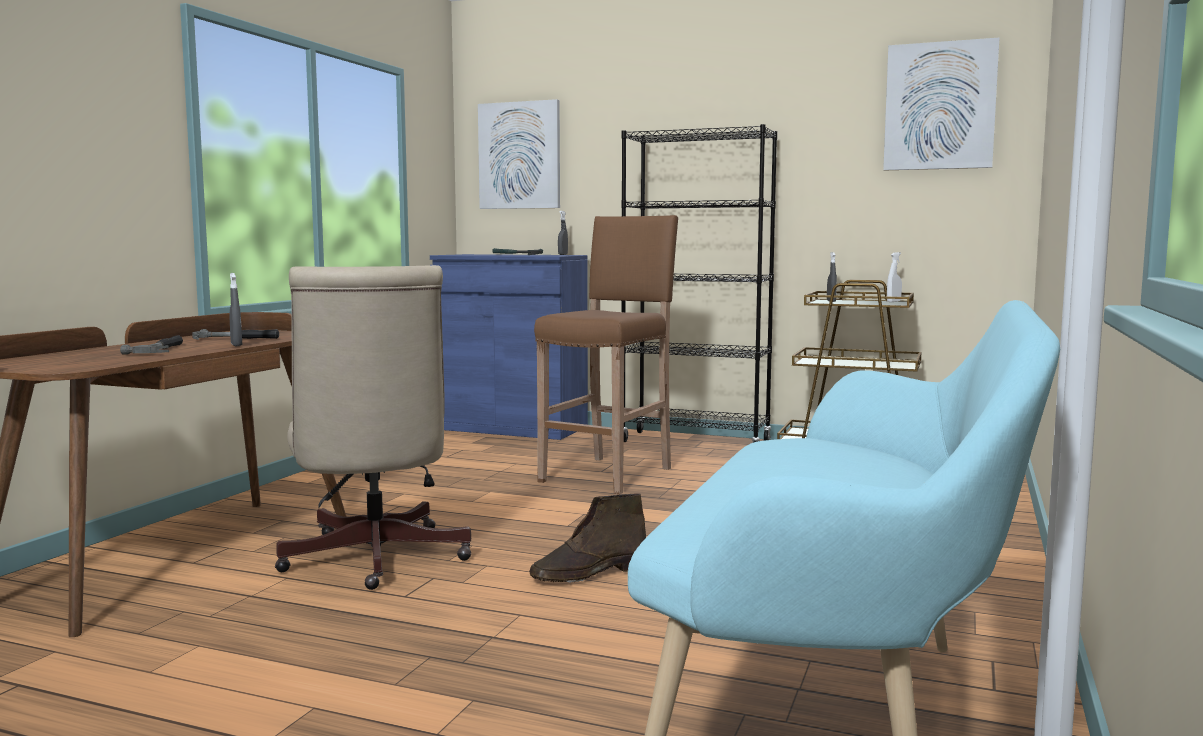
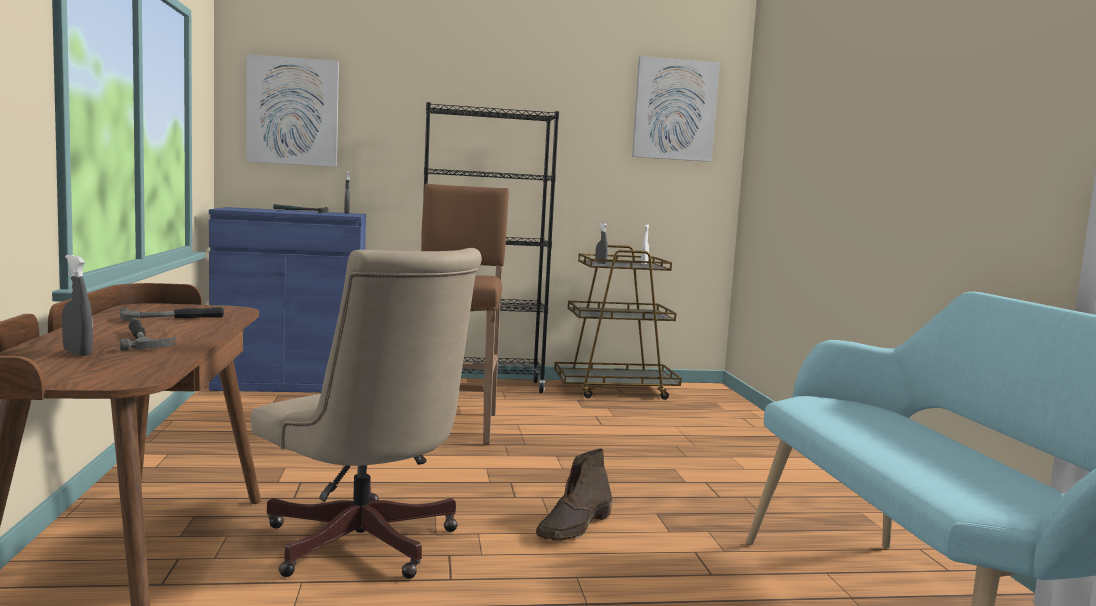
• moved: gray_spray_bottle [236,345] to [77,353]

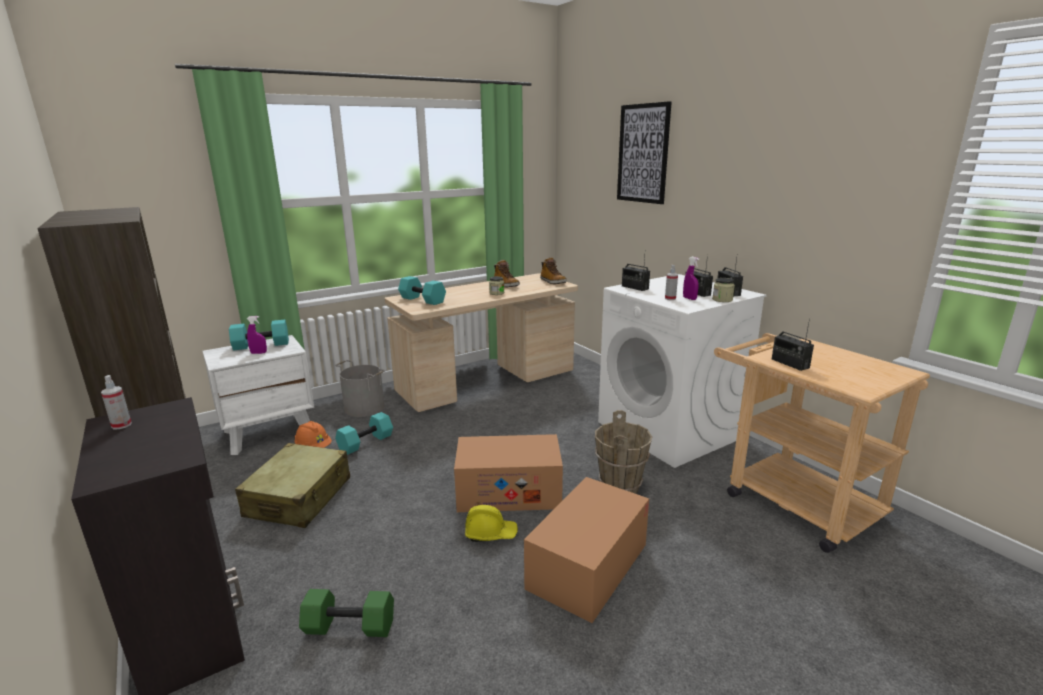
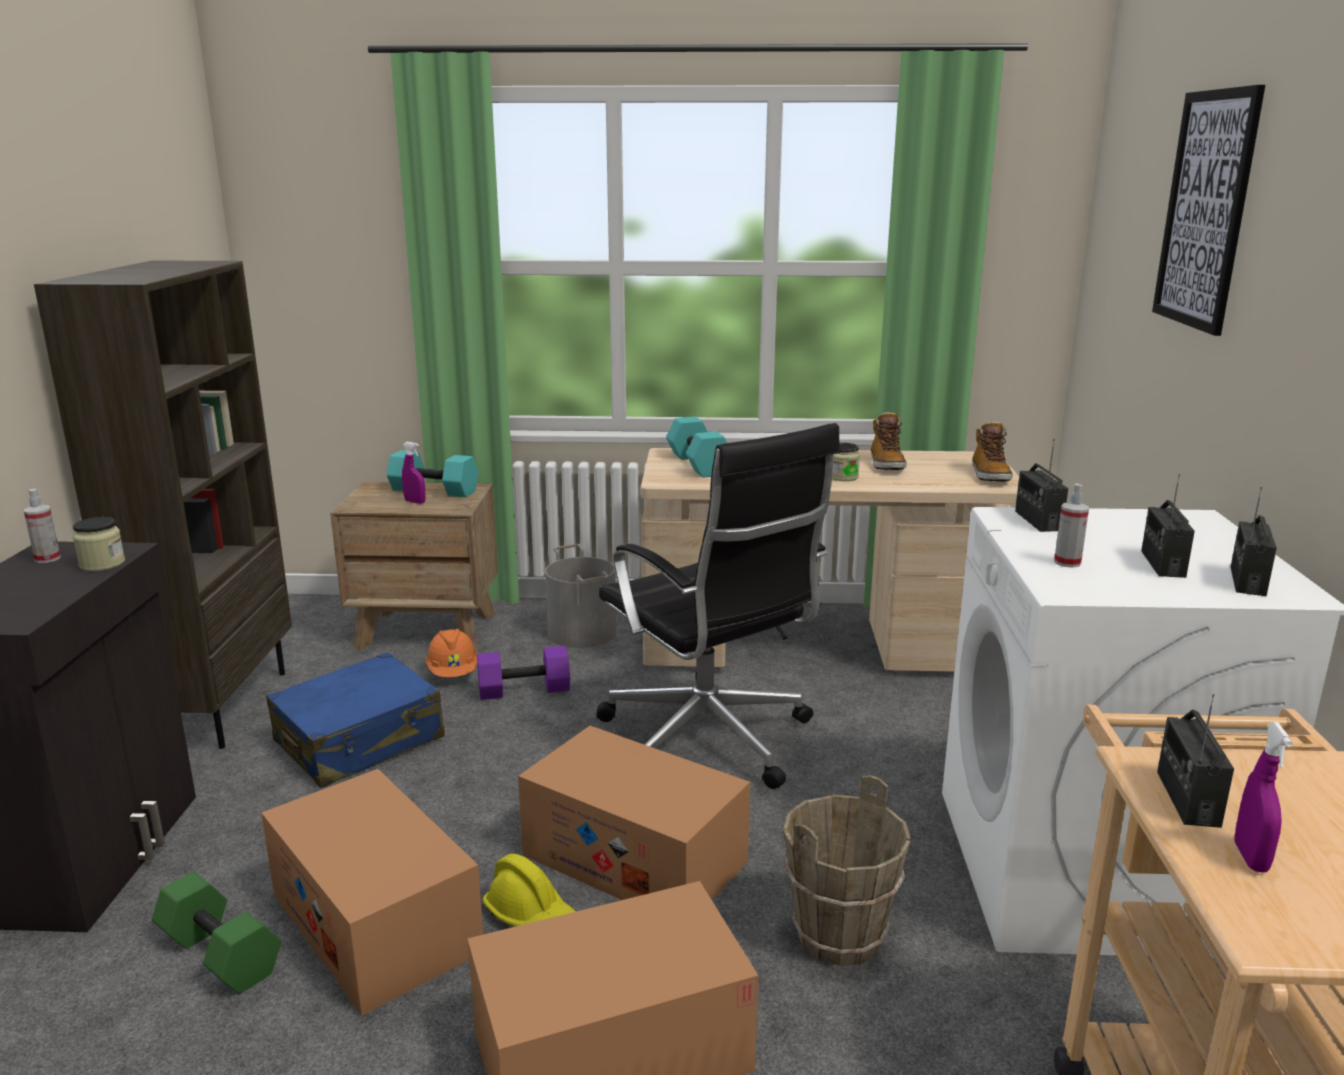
• moved: storage_jar [722,299] to [102,564]
• added: carton [375,922]
• recoloured: sand-coloured_travel_case [299,497] to blue_travel_case [360,741]
• recoloured: white_nightstand [269,432] to brownish_nightstand [427,630]
• recoloured: turquoise-coloured_dumbbell [366,443] to purple-coloured_dumbbell [523,691]
• added: black-coloured_office_chair [709,741]
• moved: purple-coloured_spray_bottle [689,298] to [1250,858]

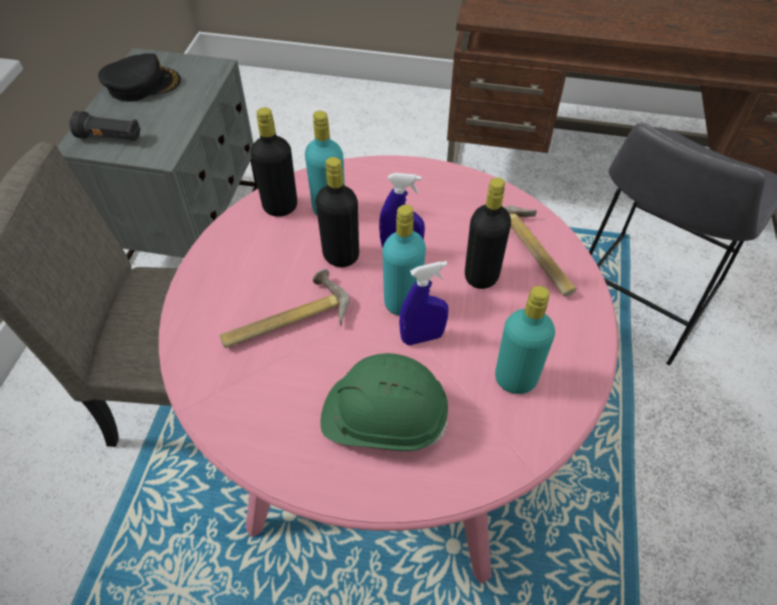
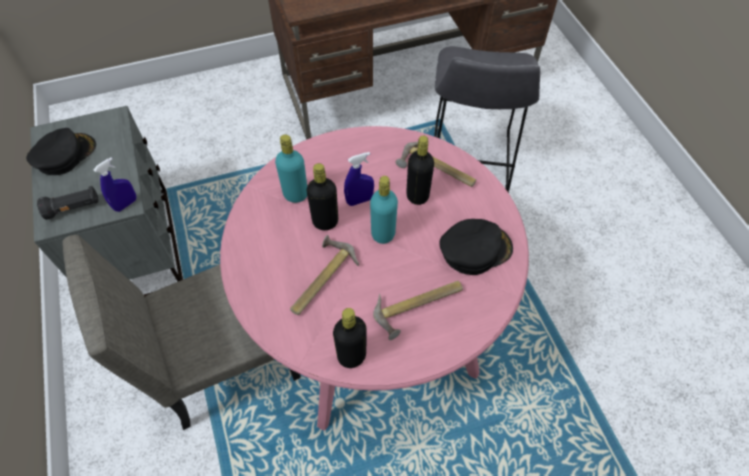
• moved: blue_spray_bottle [422,337] to [126,204]
• moved: black-coloured_beverage_bottle [280,207] to [351,355]
• replaced: greenish_hard_hat [383,417] to hand_hammer [419,307]
• replaced: turquoise-coloured_beverage_bottle [515,379] to black-coloured_baseball_cap [475,249]

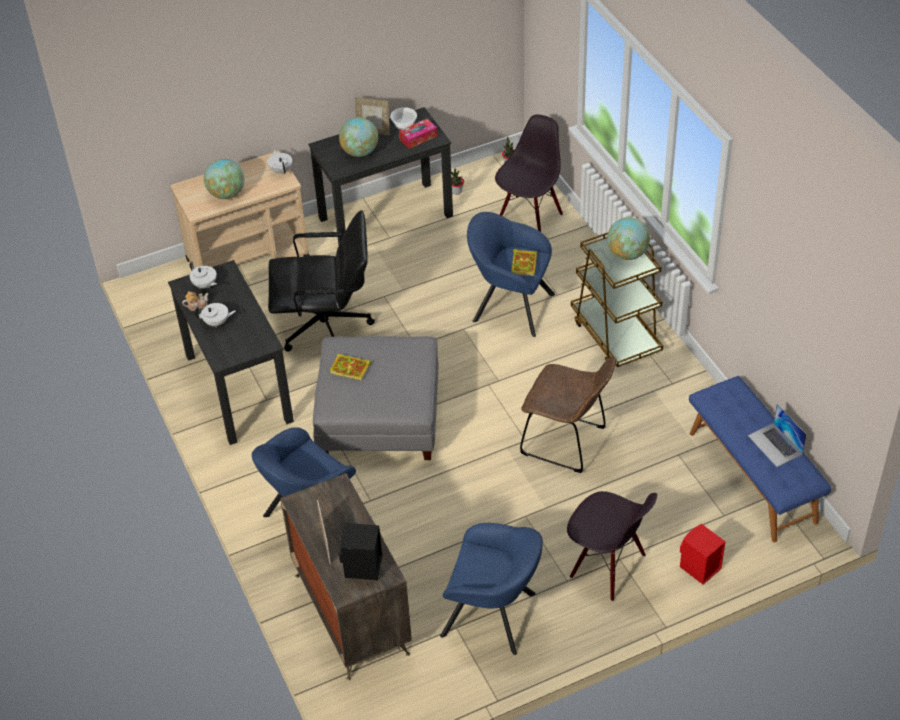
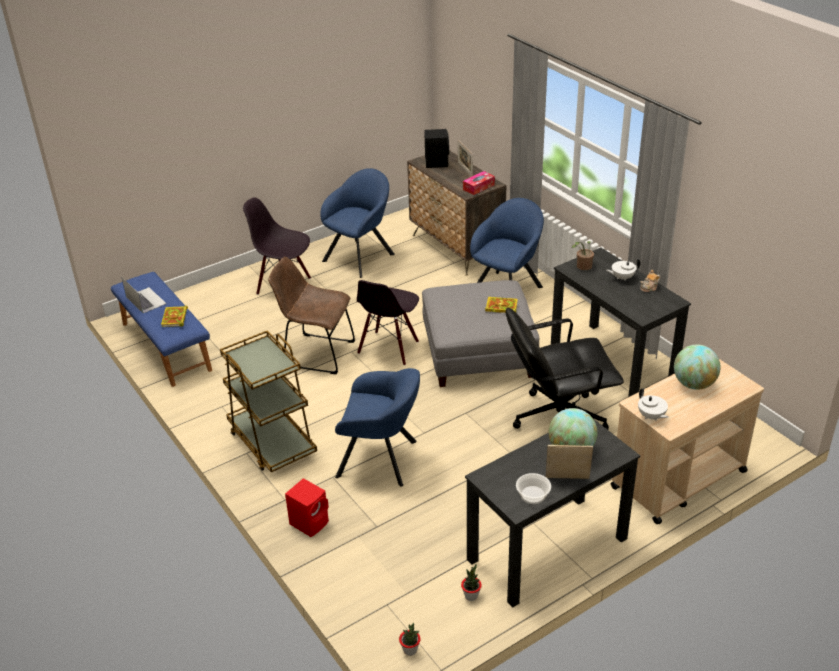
• moved: volume [523,264] to [175,318]
• moved: red_speaker [699,568] to [310,522]
• turned: blue_lounge_chair [494,616] = [361,256] 120 degrees clockwise
• moved: black-coloured_plain_chair [529,216] to [389,348]
• moved: tissue_holder [418,138] to [478,187]
• added: houseplant [582,267]
• removed: white_teapot [205,285]
• removed: world_globe [627,254]

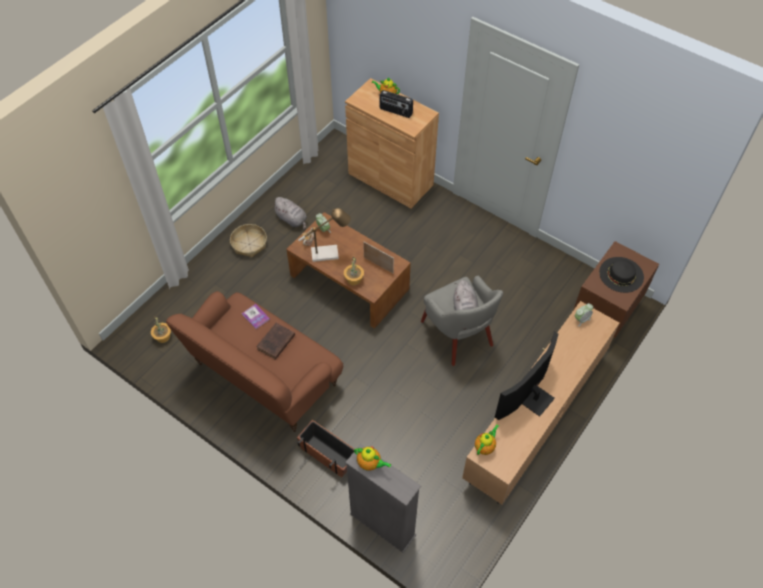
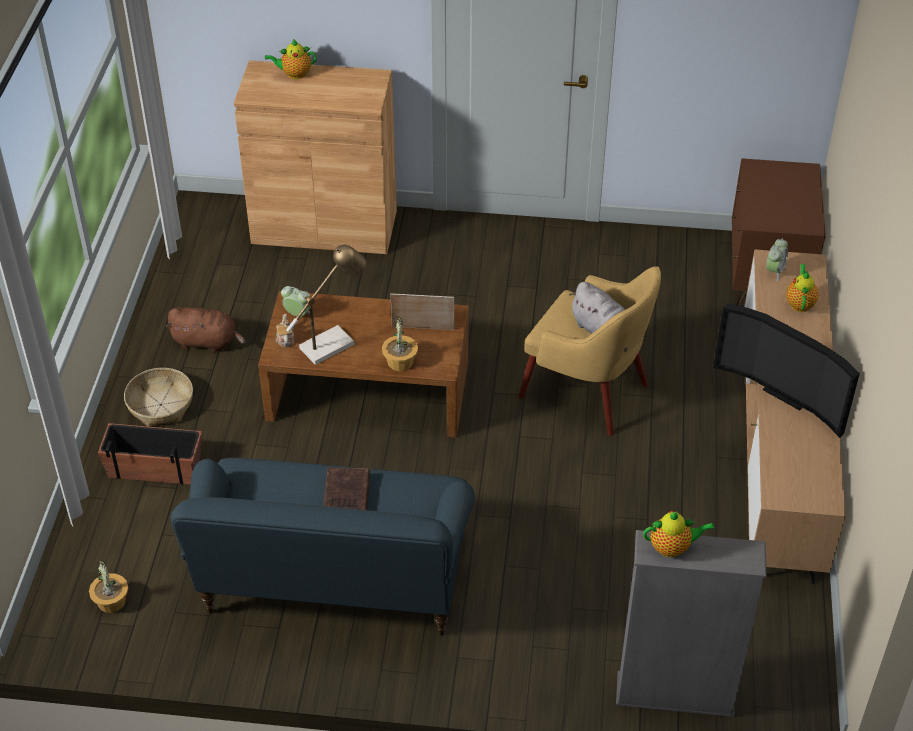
• moved: flower_pot [328,454] to [154,467]
• recoloured: gray_soft_toy [292,220] to brownish_soft_toy [207,342]
• recoloured: brownish_settee [264,377] to blue_settee [334,581]
• recoloured: gray_lounge_chair [458,335] to yellowish_lounge_chair [587,392]
• turned: television [532,396] = [787,392] 60 degrees counterclockwise
• moved: teapot [485,446] to [799,303]
• removed: volume [255,317]
• removed: radio [395,111]
• removed: black-coloured_clothing_hat [621,274]

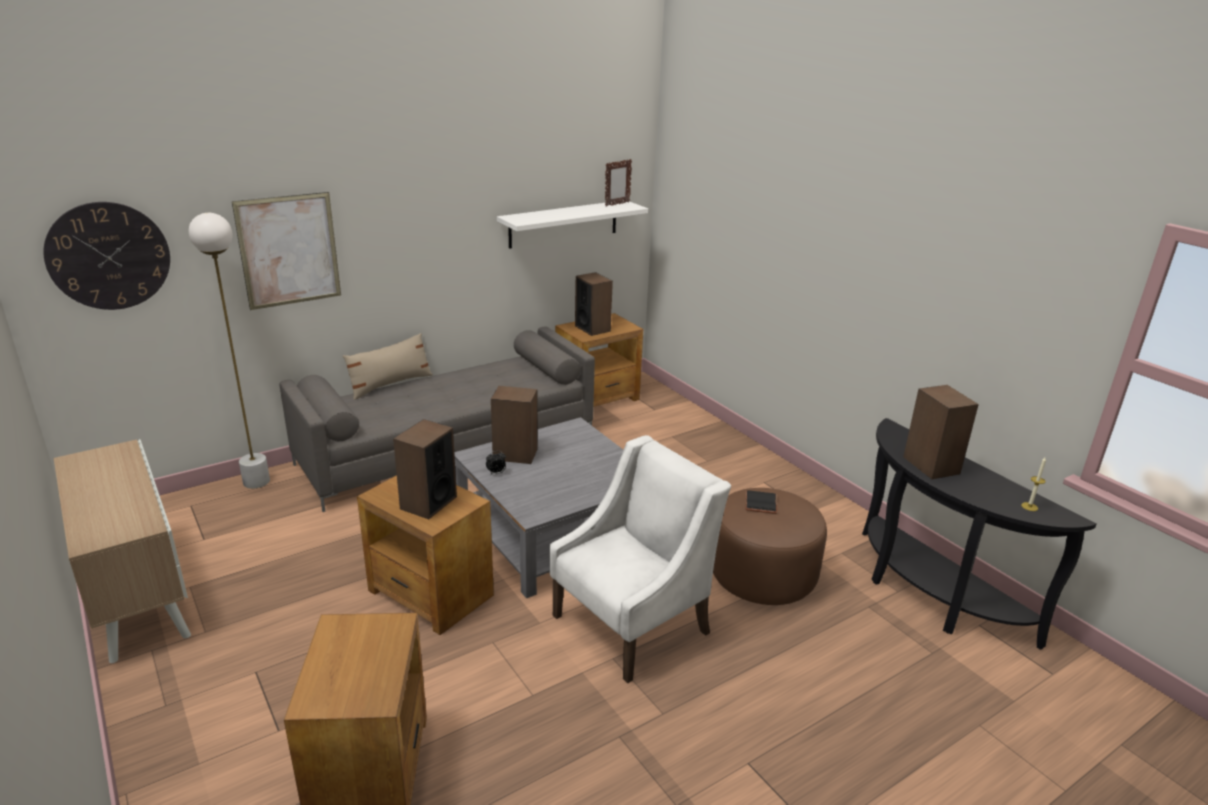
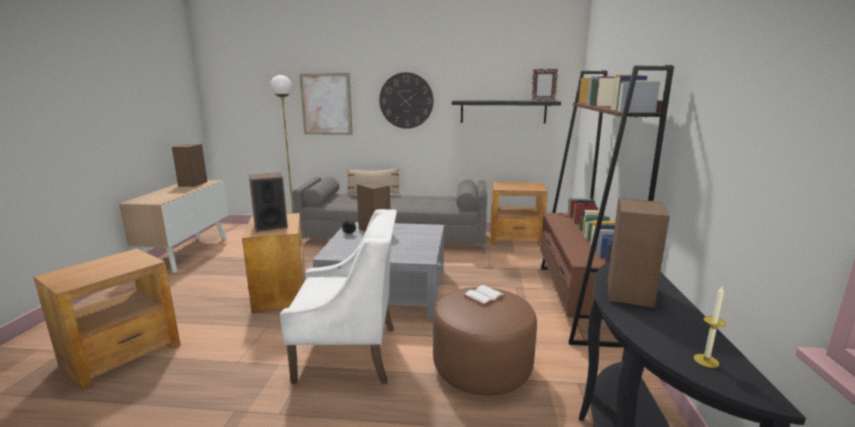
• moved: speaker [592,328] to [193,184]
• moved: wall_clock [109,256] to [406,100]
• recoloured: white_shelf [563,224] to black-coloured_shelf [503,111]
• recoloured: black-coloured_volume [762,503] to white_volume [484,297]
• added: brownish_bookcase [578,301]

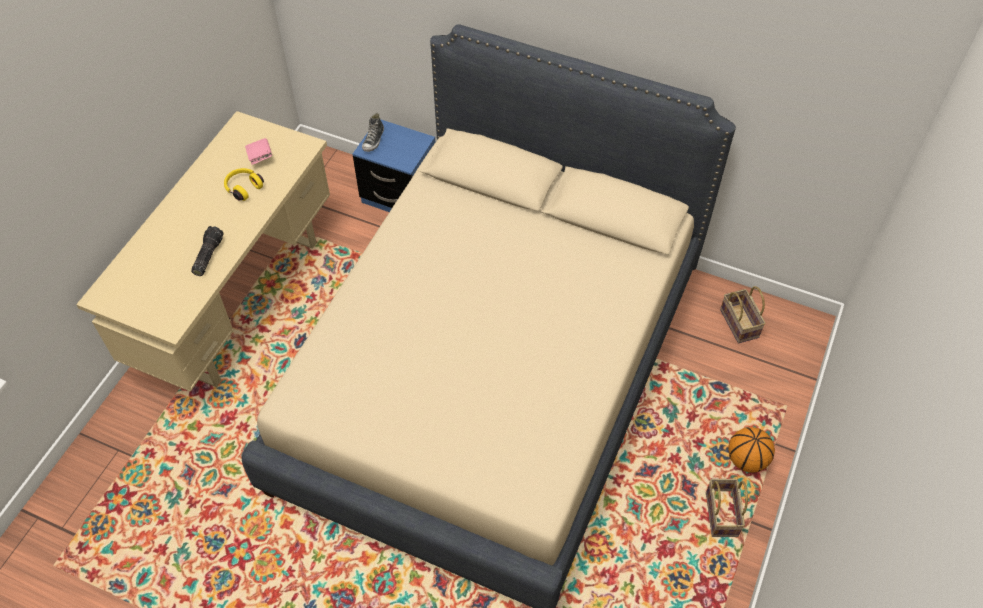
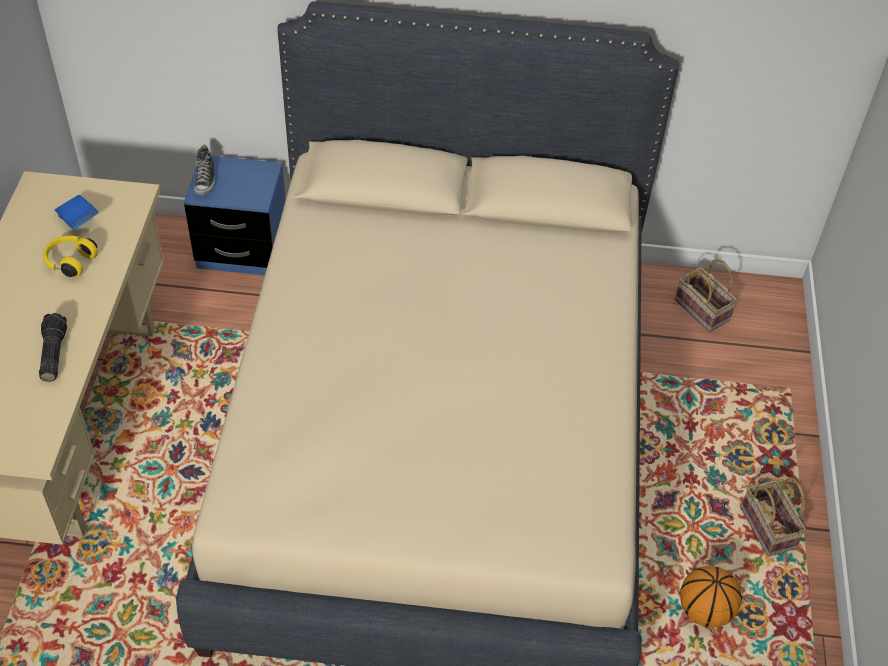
• recoloured: pink_volume [260,157] to blue_volume [78,220]
• moved: ball_for_basketball [747,460] to [705,611]

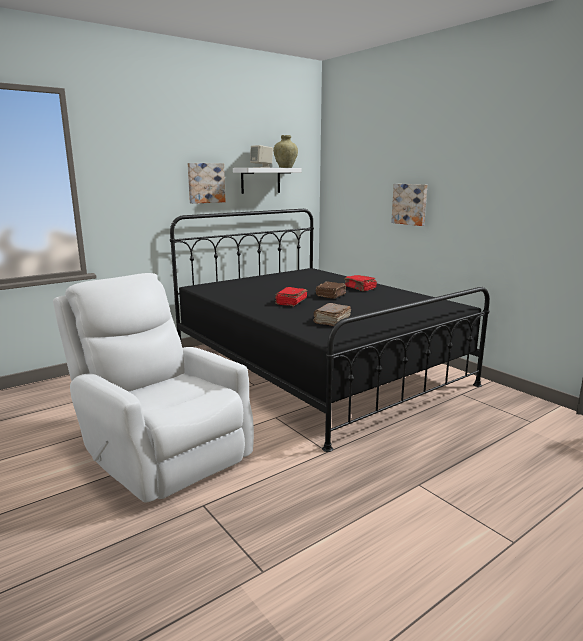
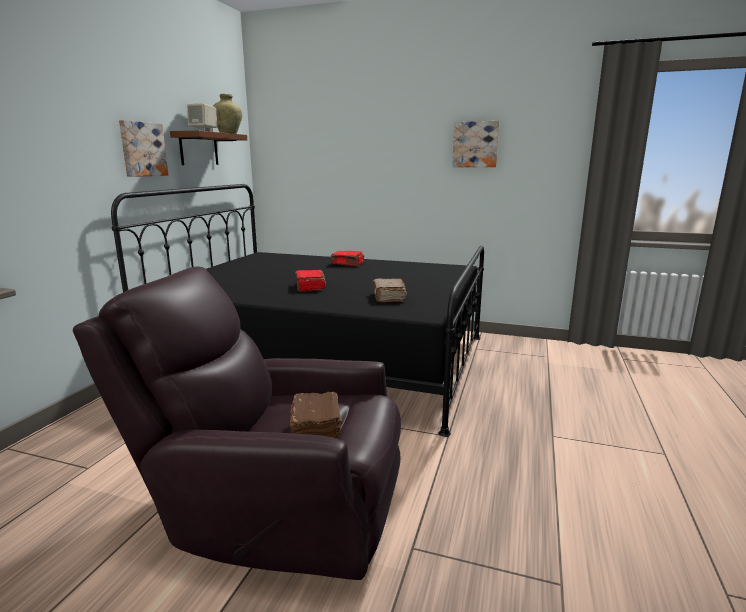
• recoloured: white_lounge_chair [160,450] to brownish_lounge_chair [273,507]
• recoloured: white_shelf [260,180] to brownish_shelf [199,149]
• moved: brownish_volume [331,296] to [317,426]
• moved: wall_picture [410,204] to [475,144]

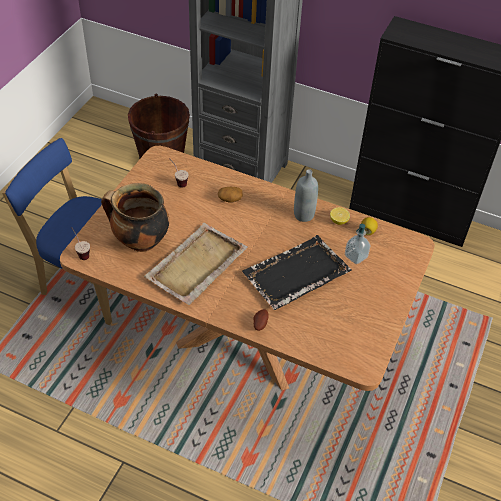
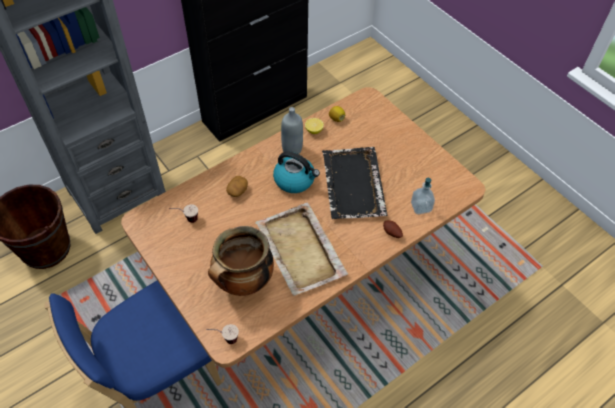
• added: water_kettle [295,180]
• moved: soap_dispenser [356,256] to [421,207]

